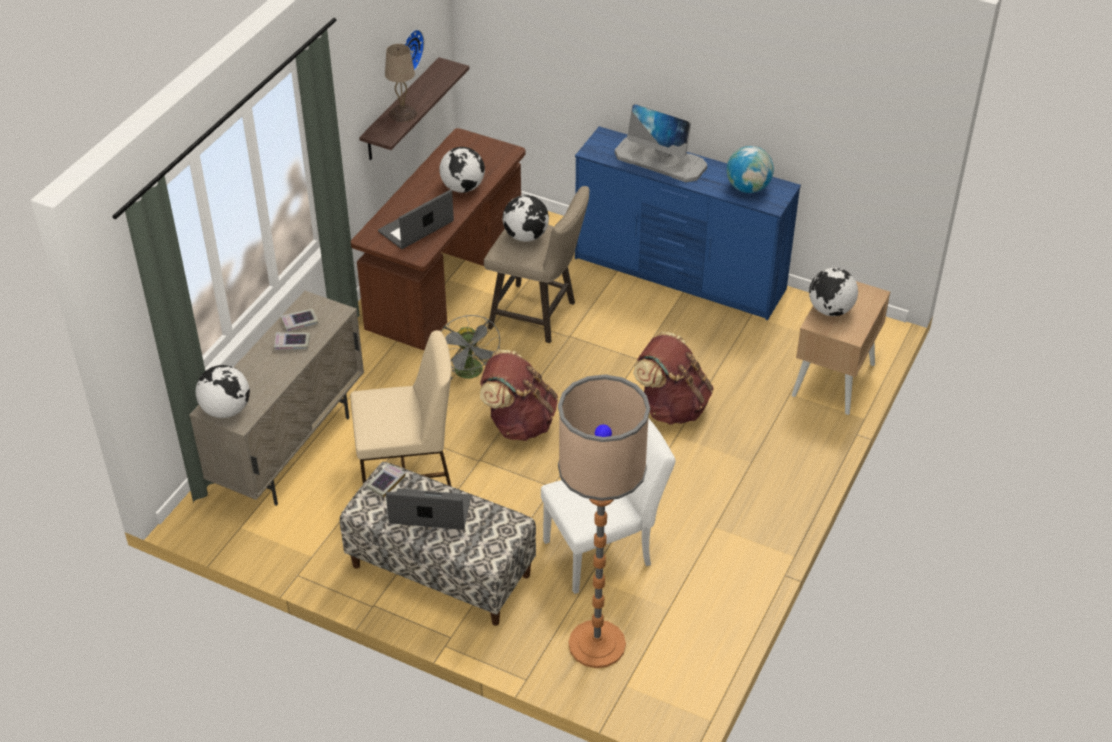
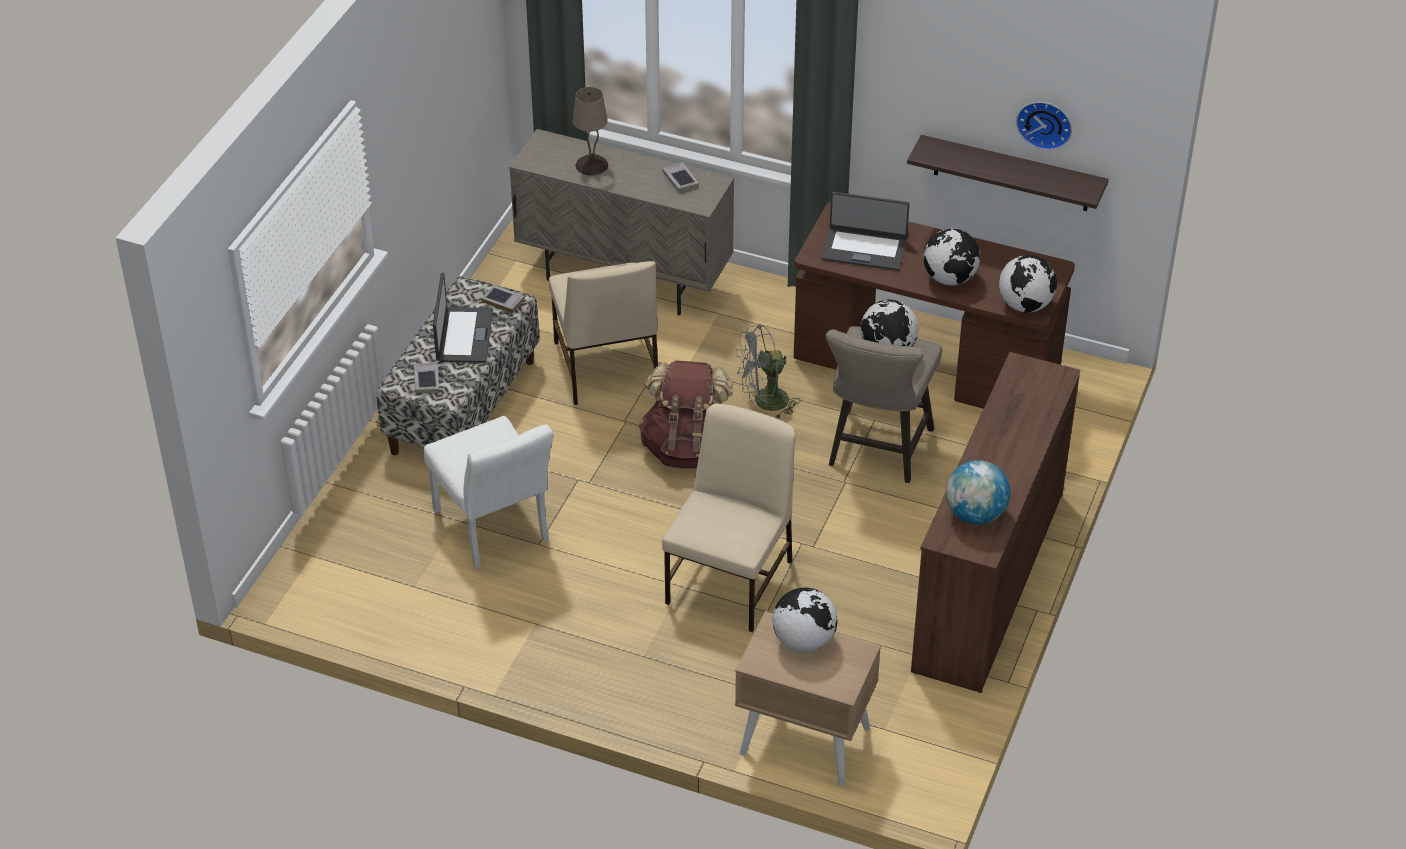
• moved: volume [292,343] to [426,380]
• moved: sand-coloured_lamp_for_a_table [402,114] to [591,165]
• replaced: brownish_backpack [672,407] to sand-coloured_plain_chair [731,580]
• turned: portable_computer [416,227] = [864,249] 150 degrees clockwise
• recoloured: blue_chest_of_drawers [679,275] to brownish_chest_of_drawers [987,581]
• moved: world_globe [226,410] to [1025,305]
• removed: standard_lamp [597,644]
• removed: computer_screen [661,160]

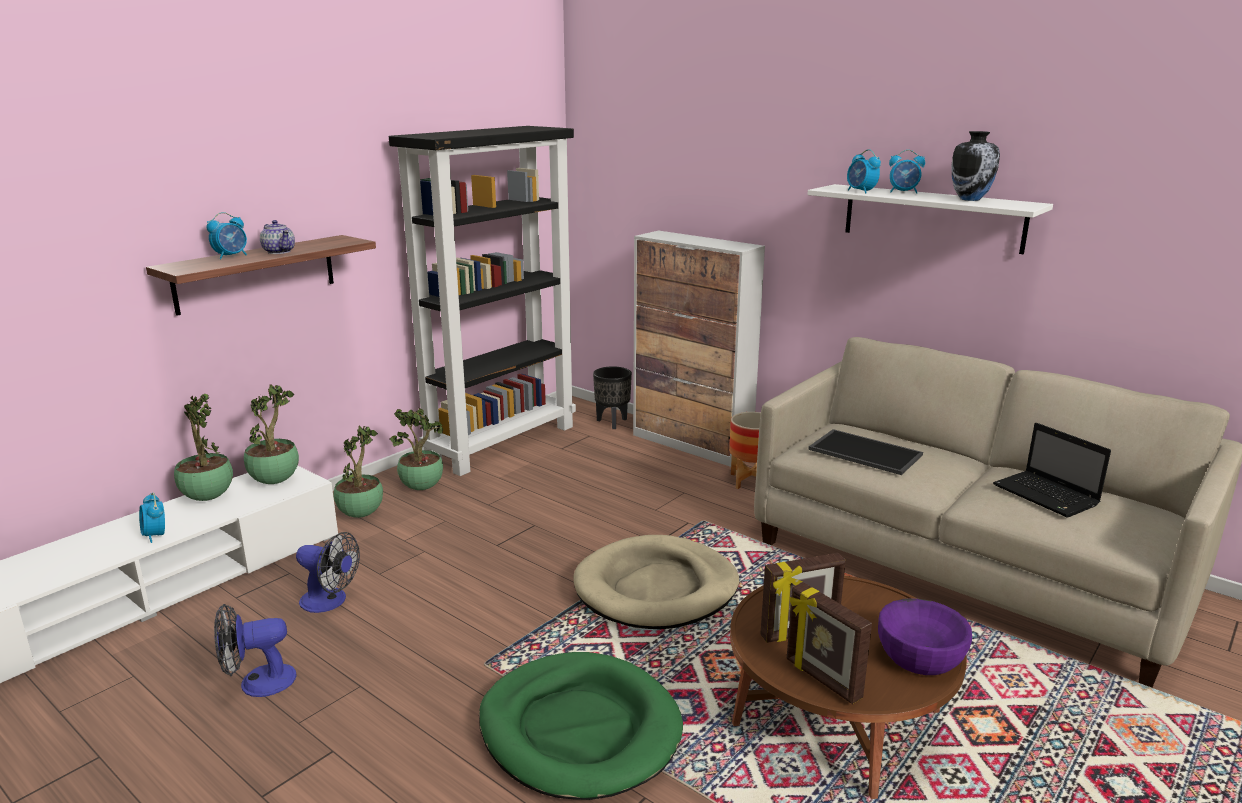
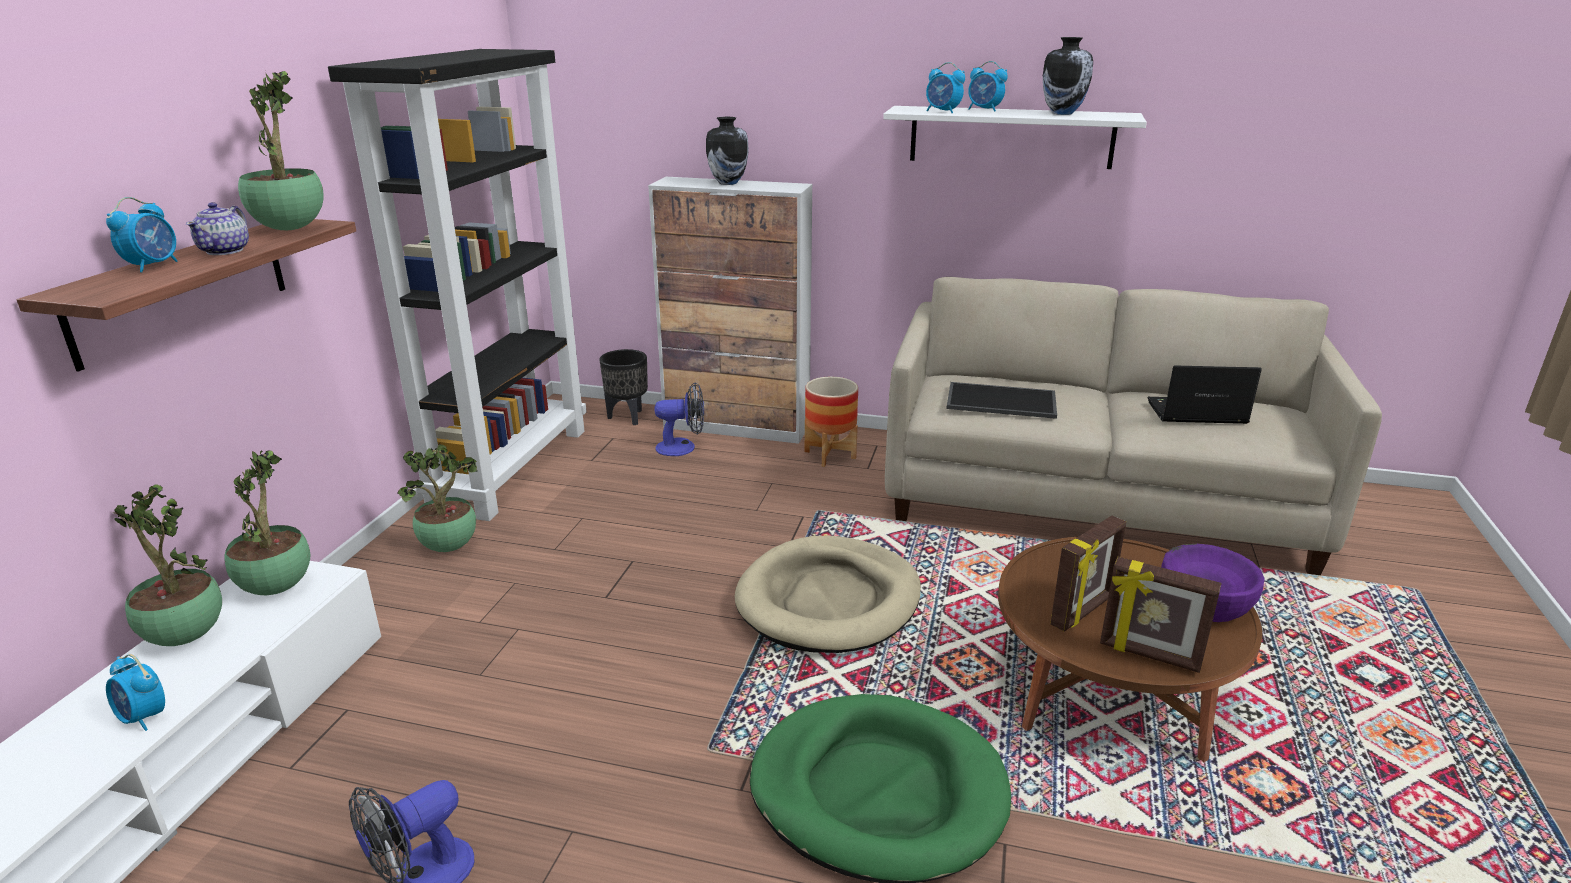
• turned: teapot [279,251] = [225,251] 75 degrees clockwise
• moved: houseplant [361,514] to [290,228]
• moved: fan [330,601] to [683,447]
• added: vase [728,183]
• turned: alarm_clock [904,192] = [984,110] 45 degrees clockwise
• turned: portable_computer [1047,496] = [1194,413] 150 degrees clockwise

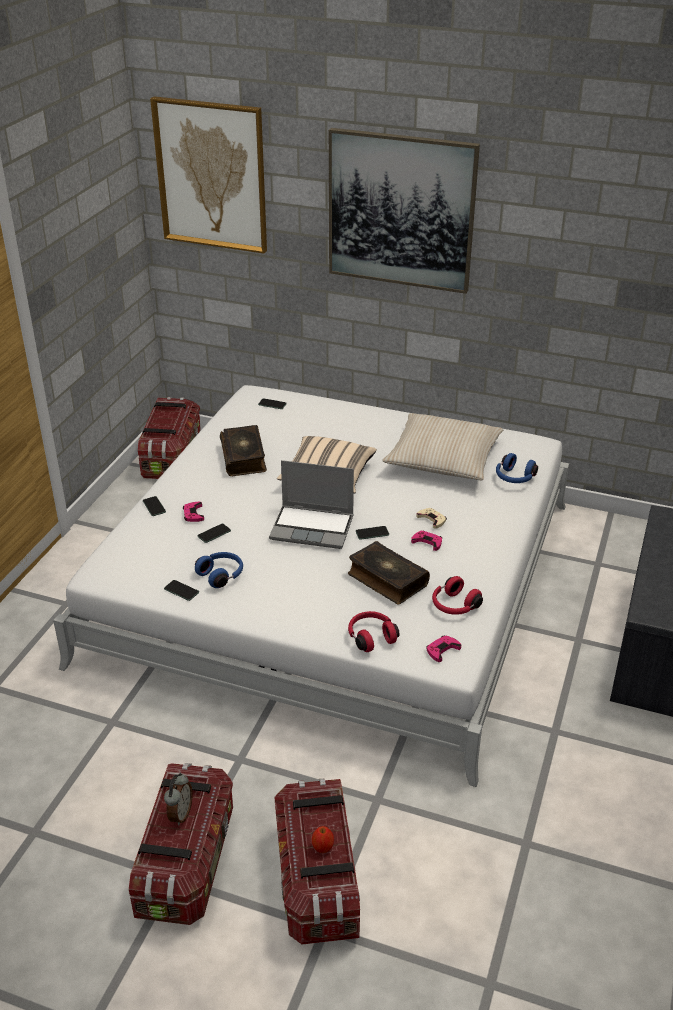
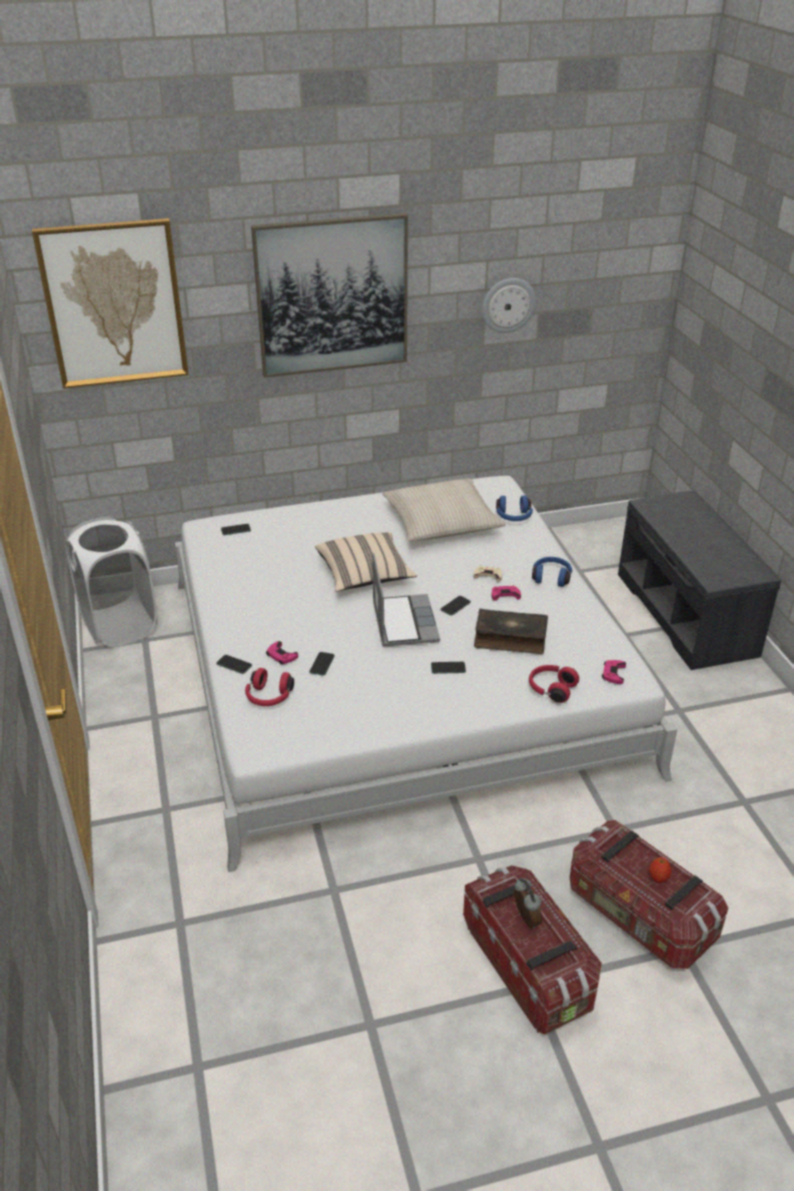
• replaced: storage_bin [172,455] to white_washing_basket [120,625]
• moved: red_headphones [454,606] to [269,697]
• turned: portable_computer [313,527] = [403,622] 75 degrees counterclockwise
• moved: phone [181,590] to [448,668]
• added: wall_clock [508,305]
• moved: blue_headphones [221,575] to [551,577]
• removed: volume [244,457]

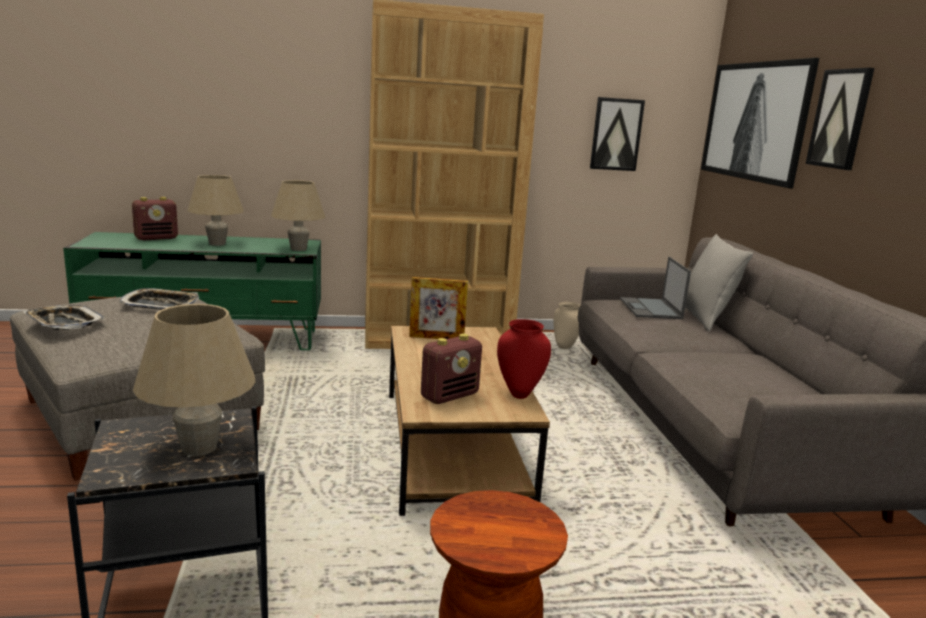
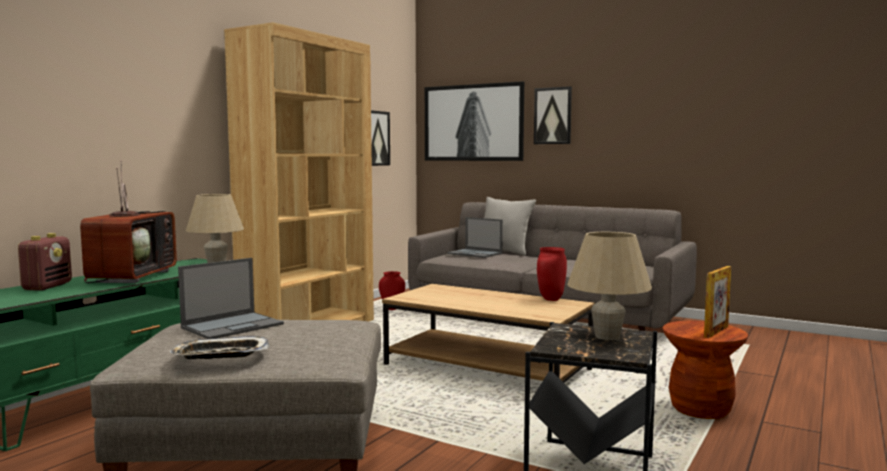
• replaced: sand-coloured_lamp_for_a_table [217,244] to television [131,276]
• replaced: serving_tray [160,305] to portable_computer [233,326]
• recoloured: sand-coloured_vase [564,347] to red_vase [392,309]
• moved: photo_frame [436,338] to [716,332]
• removed: radio [450,396]

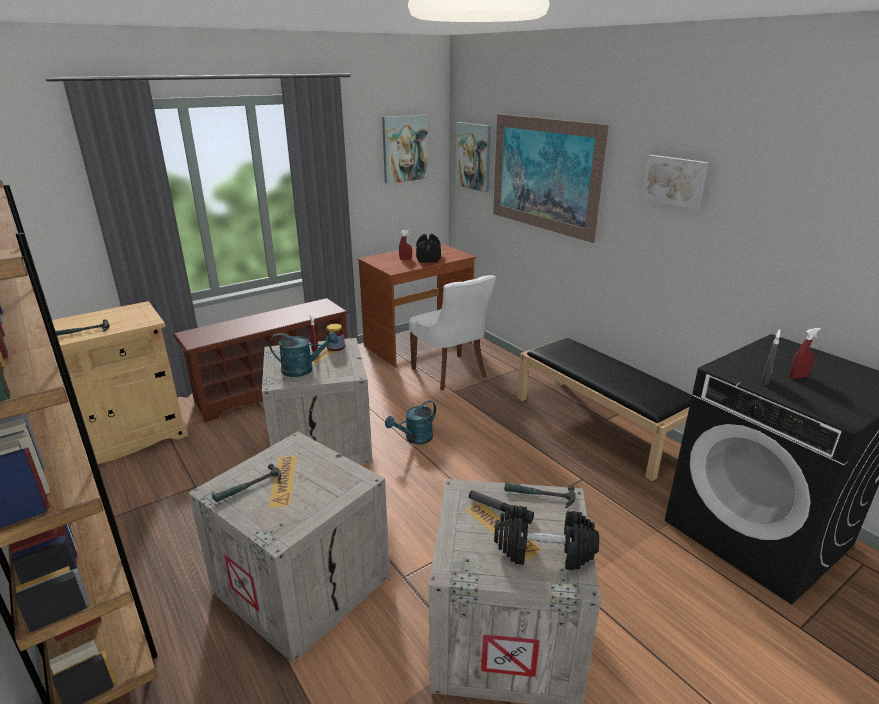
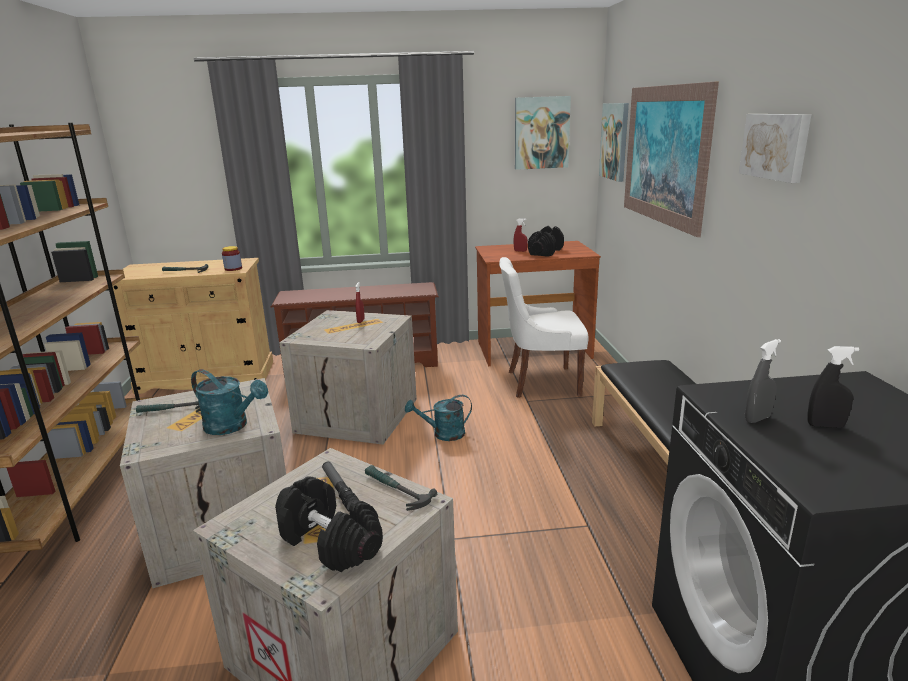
• moved: turquoise-coloured_watering_pot [303,369] to [232,426]
• moved: storage_jar [335,347] to [233,269]
• turned: white_plain_chair [451,373] = [541,382] 90 degrees clockwise
• recoloured: red_spray_bottle [798,377] to black-coloured_spray_bottle [825,425]

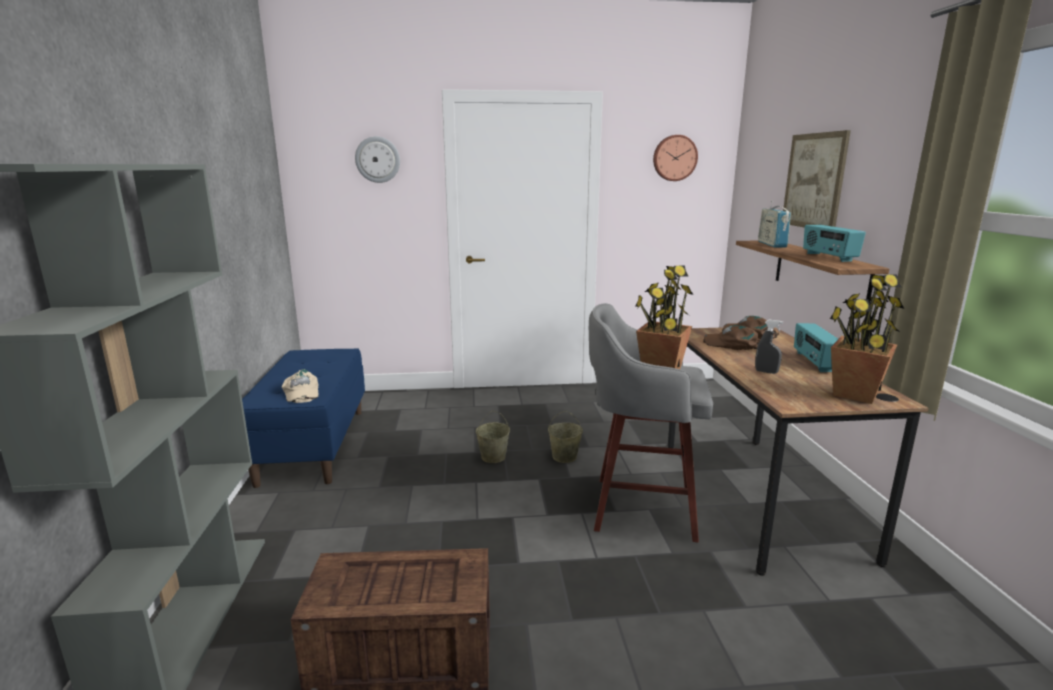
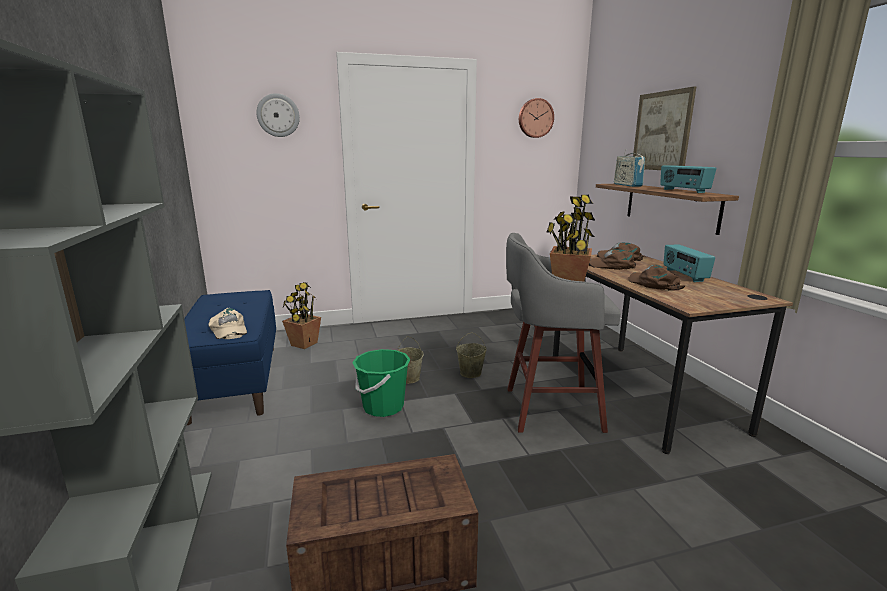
• moved: houseplant [855,394] to [304,344]
• added: greenish_pail [383,407]
• replaced: gray_spray_bottle [766,372] to brownish_baseball_cap [653,284]

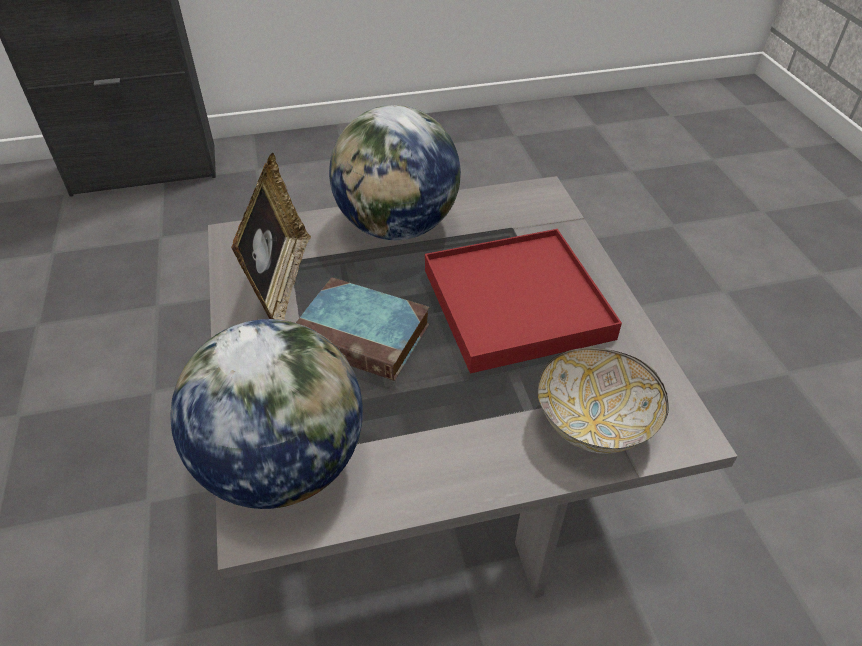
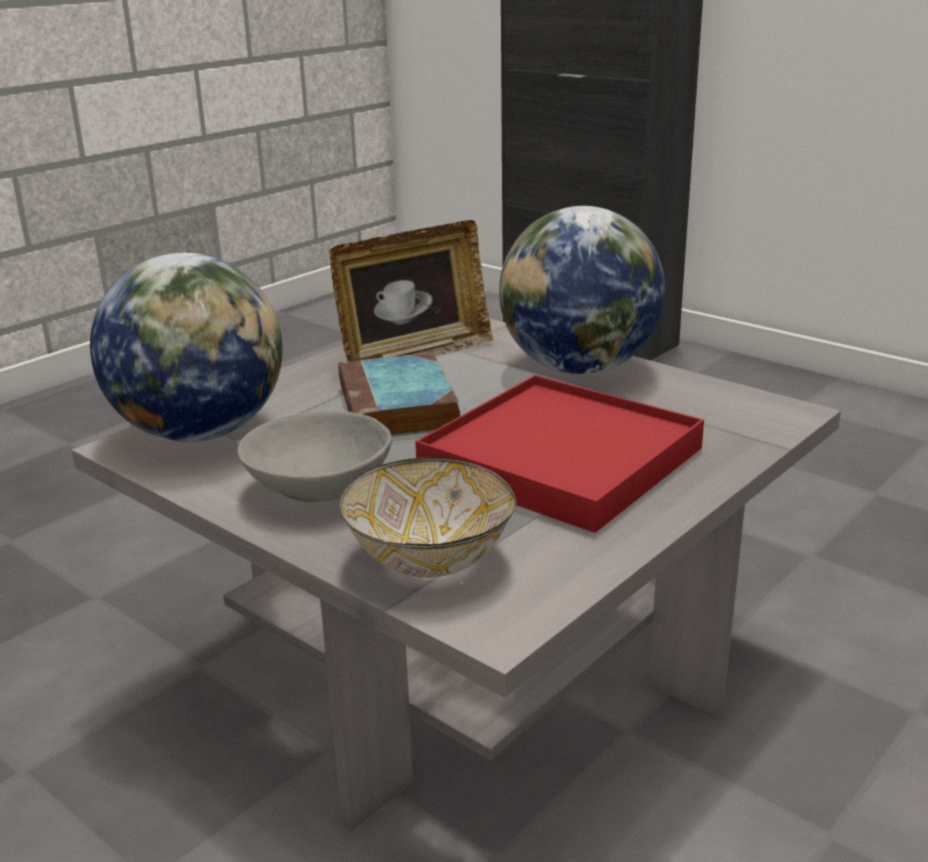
• added: gray_bowl [319,489]

